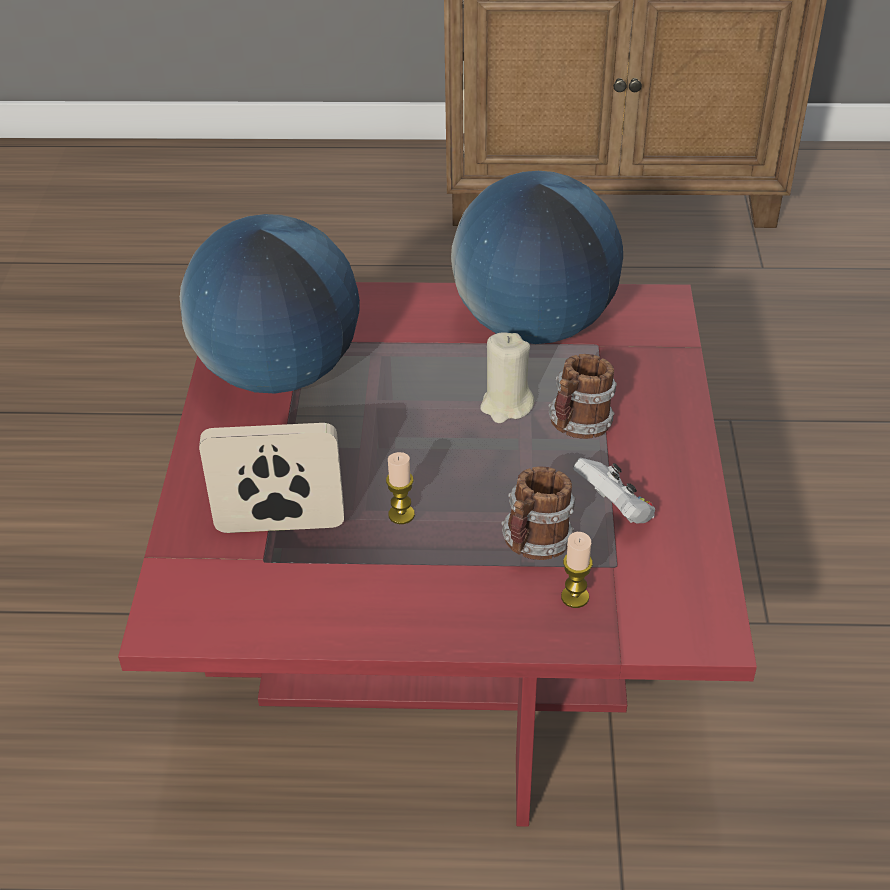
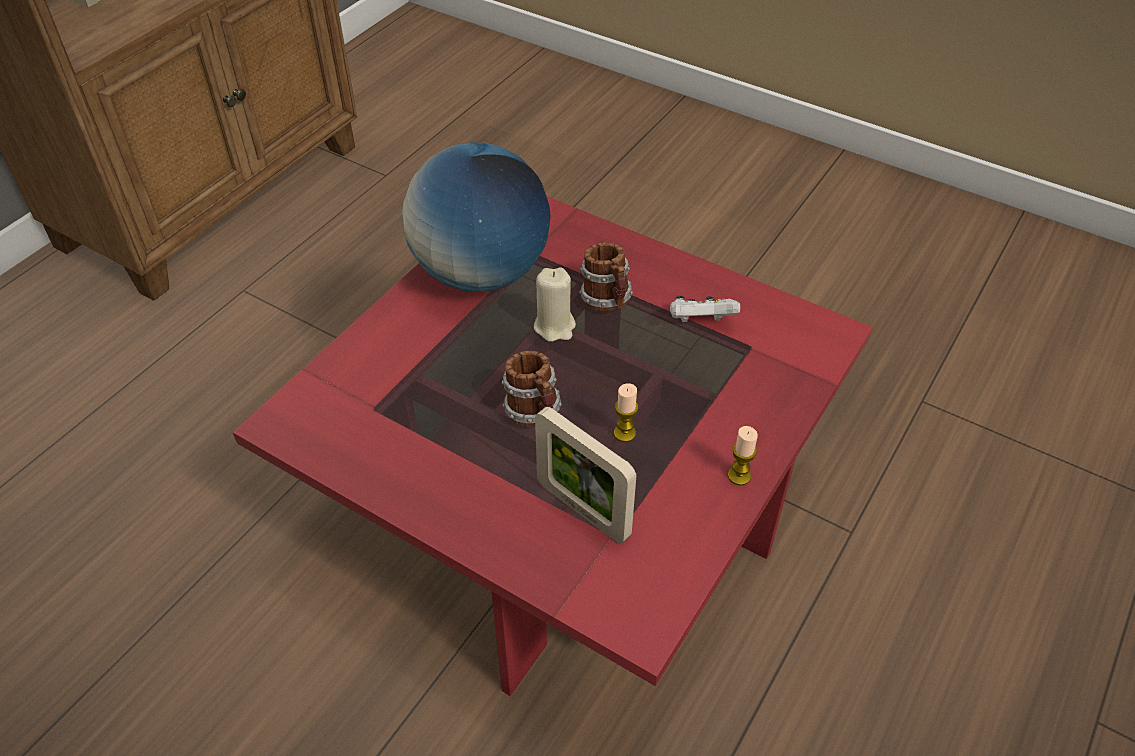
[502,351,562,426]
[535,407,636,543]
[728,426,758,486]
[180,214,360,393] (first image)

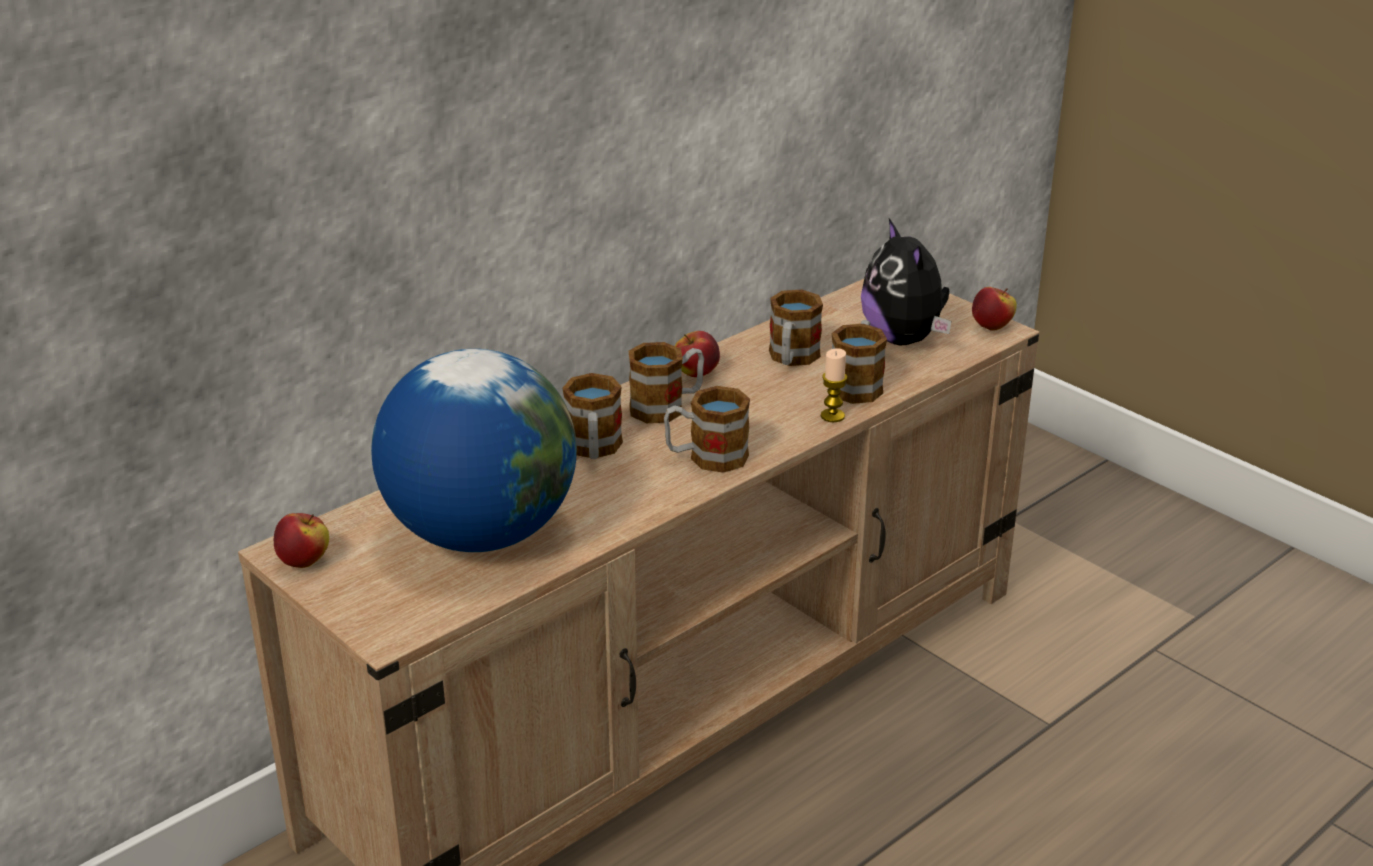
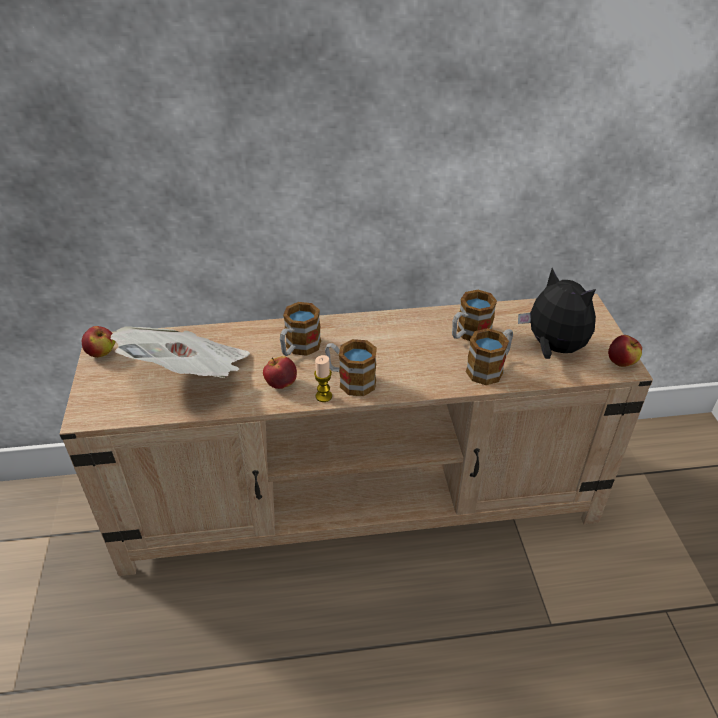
[110,327,250,378]
[263,356,297,389]
[314,355,332,402]
[518,268,596,359]
[629,342,704,423] (first image)

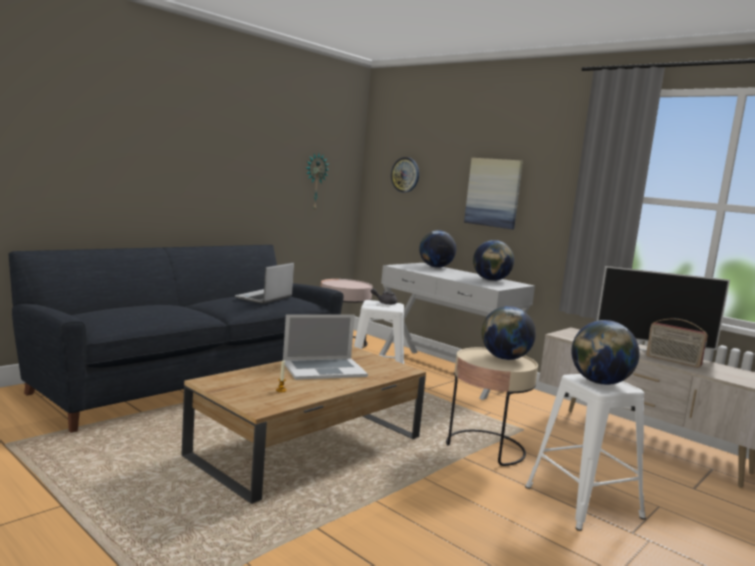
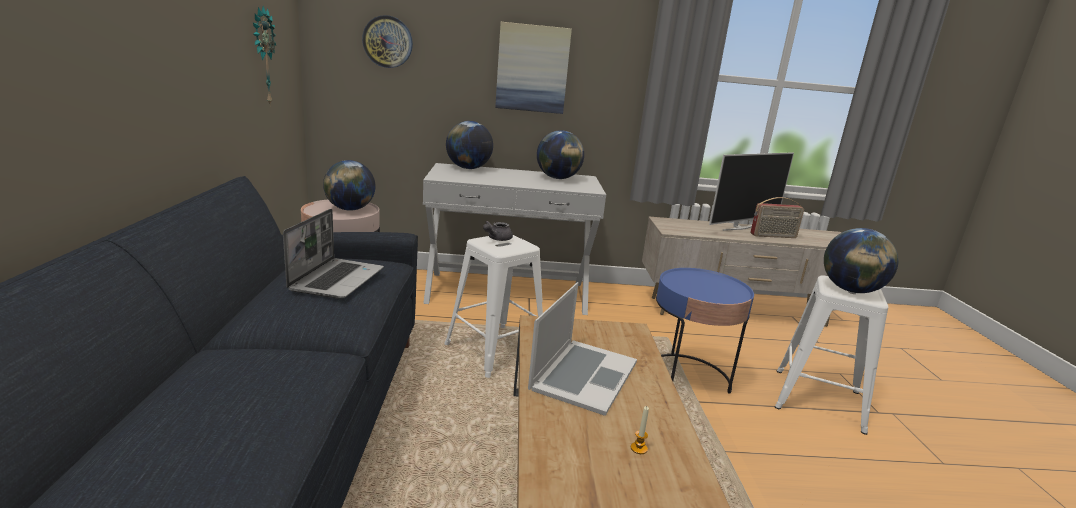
[283,209,384,299]
[323,160,376,211]
[656,268,754,394]

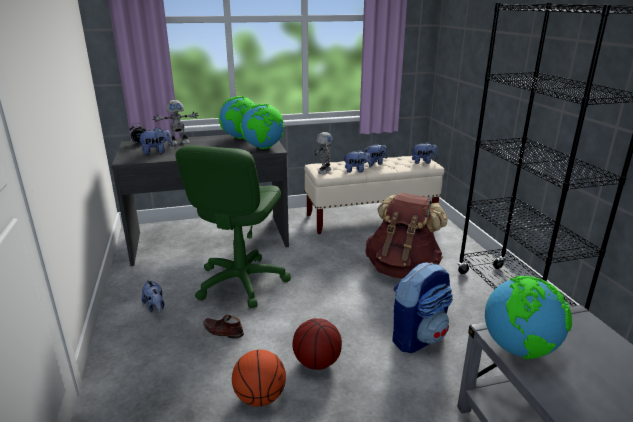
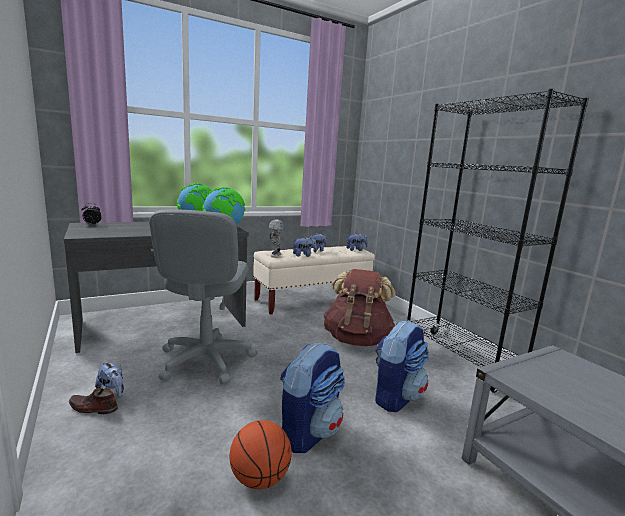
[69,388,118,414]
[149,209,257,384]
[280,342,345,453]
[137,127,173,155] (first image)
[153,100,199,145] (first image)
[485,276,572,359] (first image)

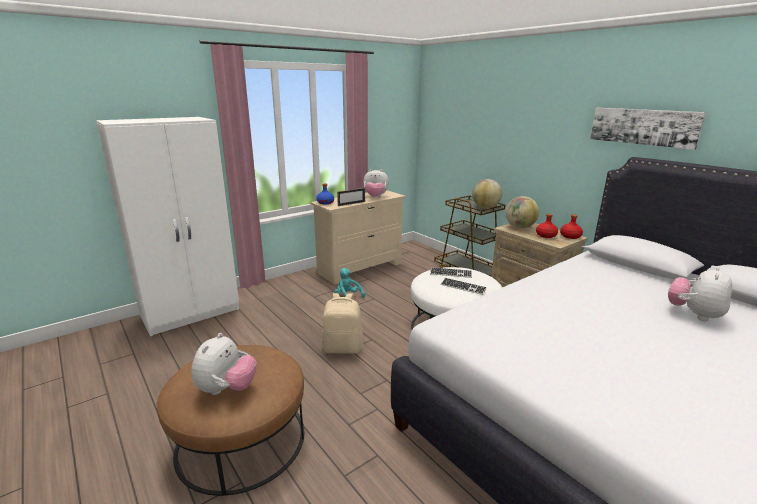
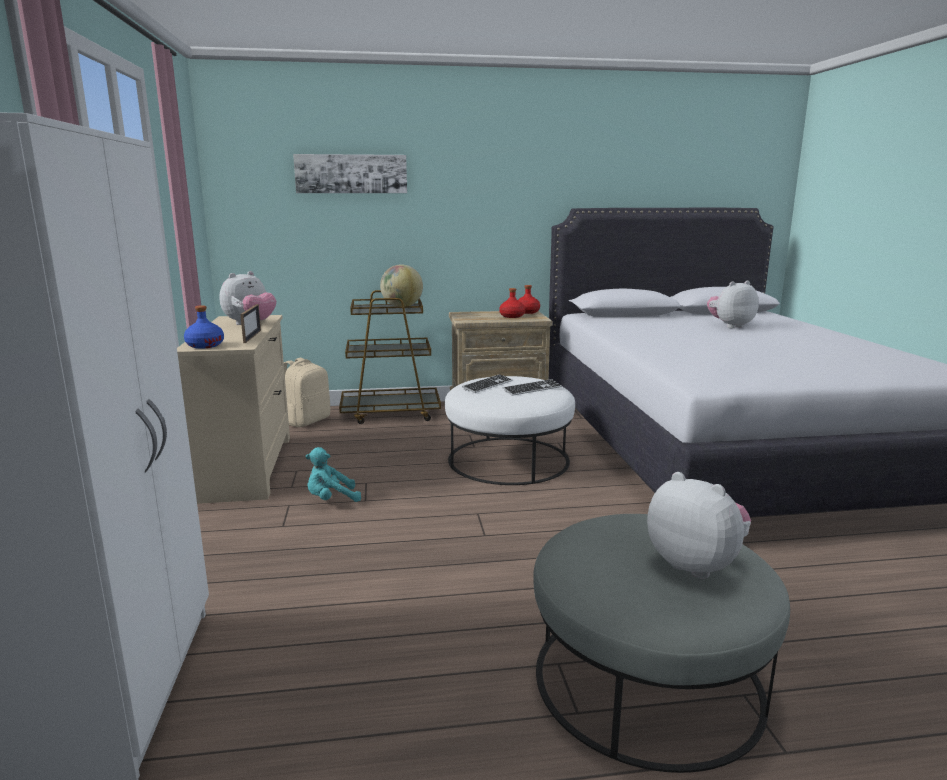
[284,358,330,427]
[293,154,407,193]
[533,514,790,773]
[707,281,759,328]
[505,196,539,228] (first image)

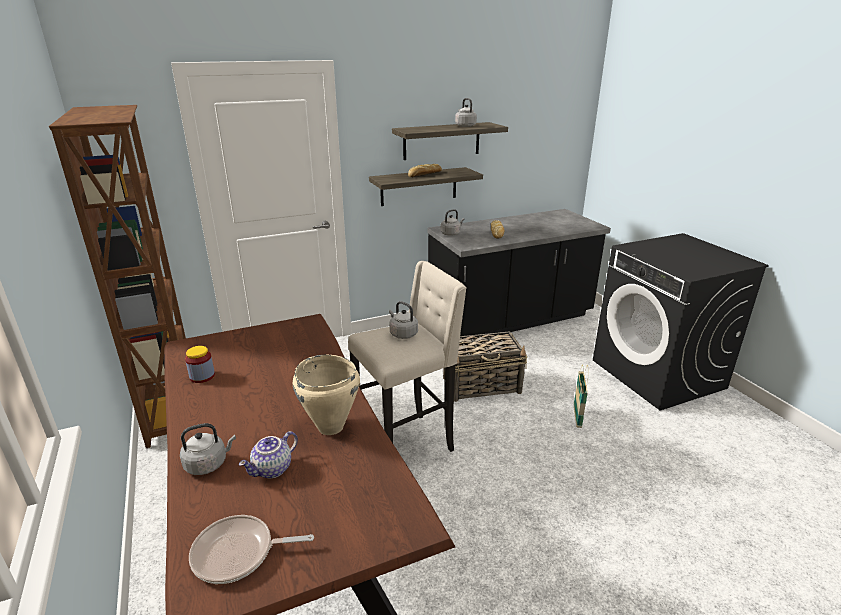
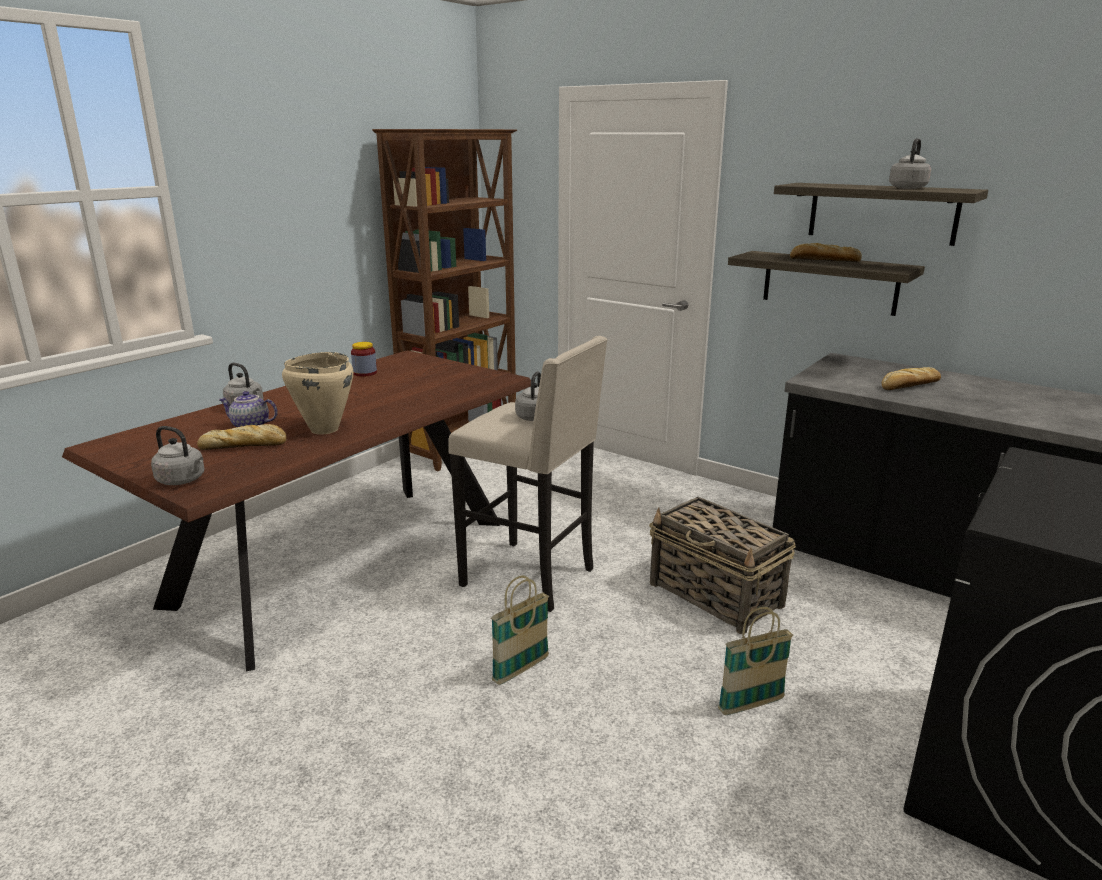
[151,426,204,485]
[197,424,287,450]
[491,575,549,685]
[189,515,314,584] (first image)

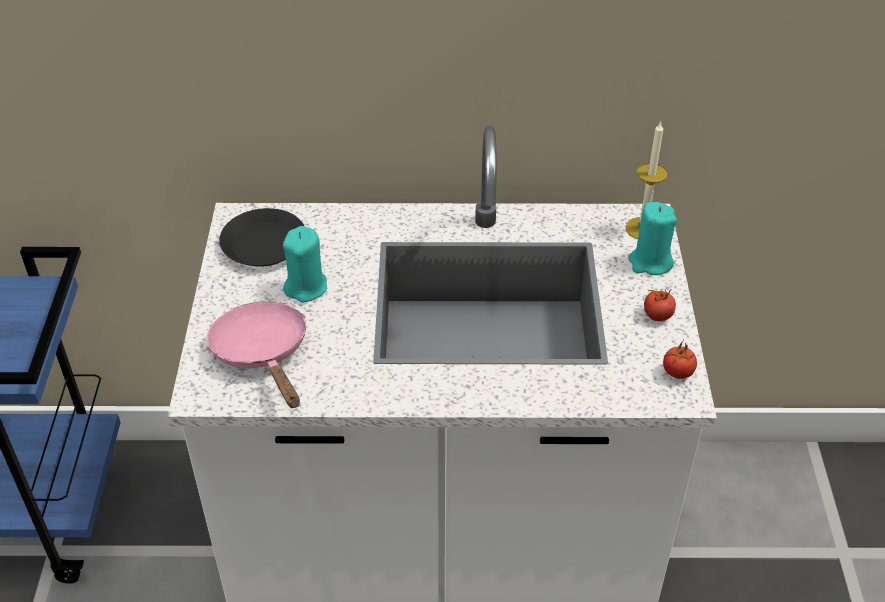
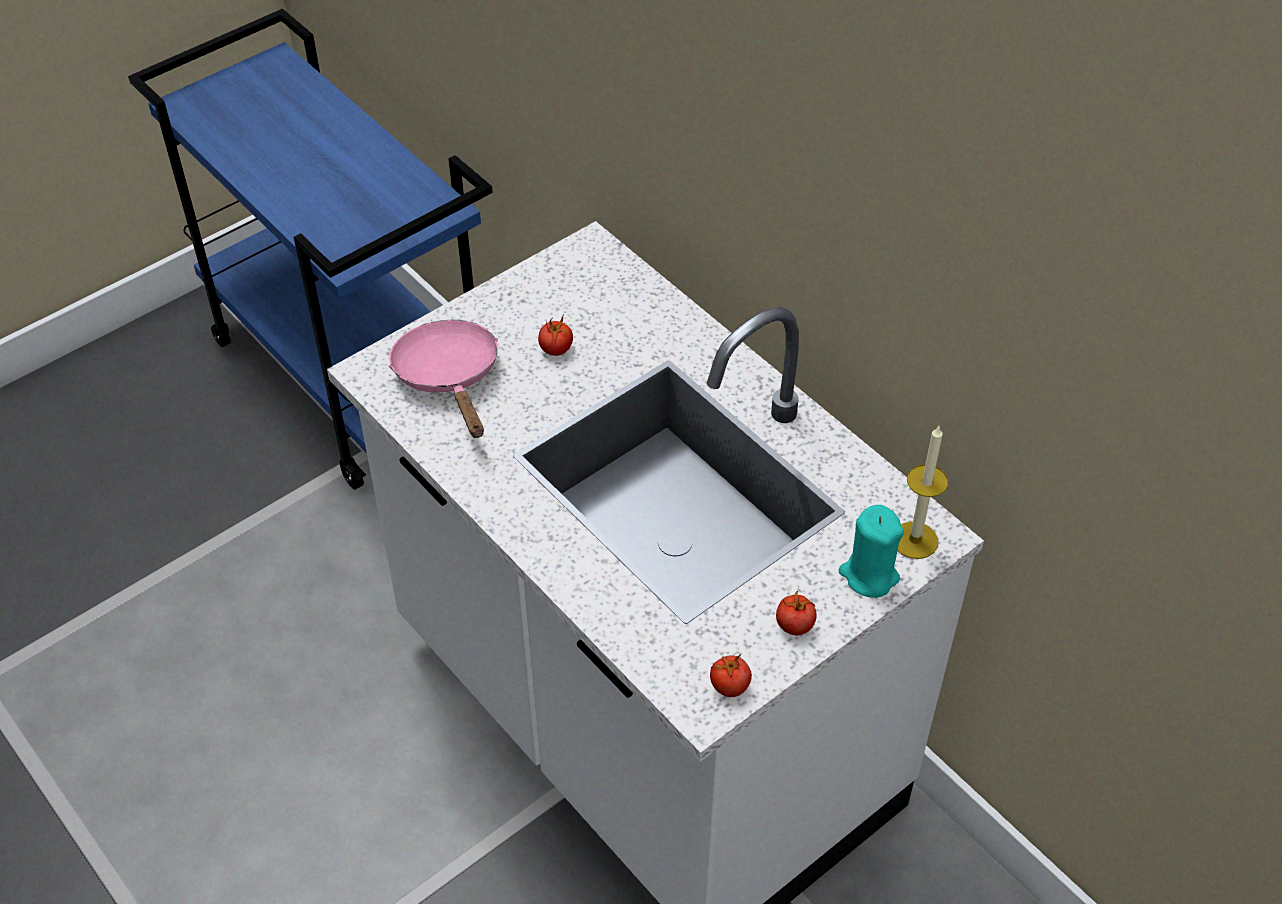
[389,320,498,438]
[538,313,573,356]
[219,208,304,267] (first image)

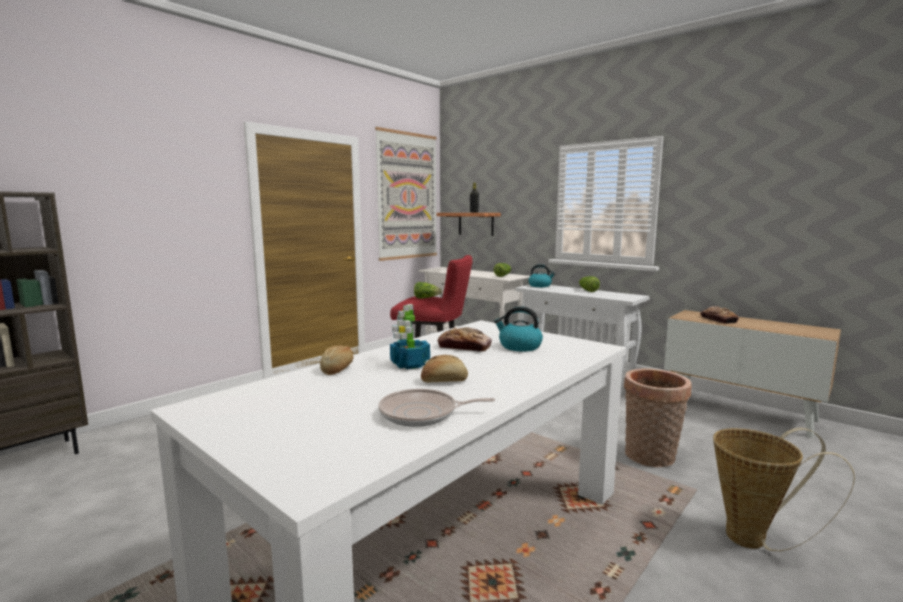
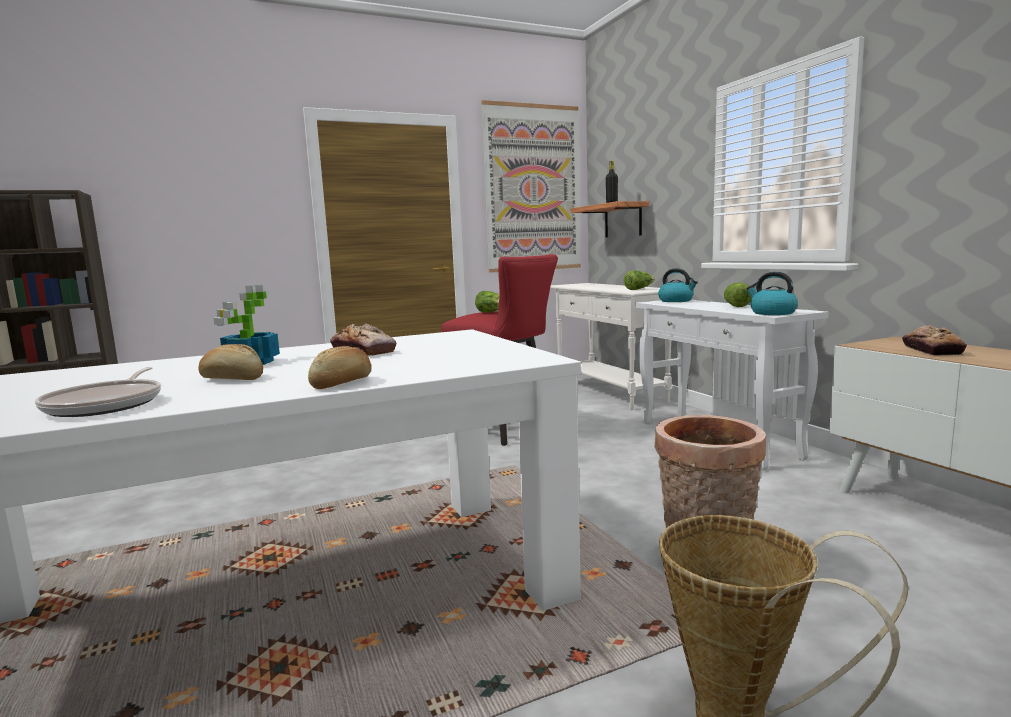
[35,367,161,417]
[308,346,371,389]
[746,272,798,315]

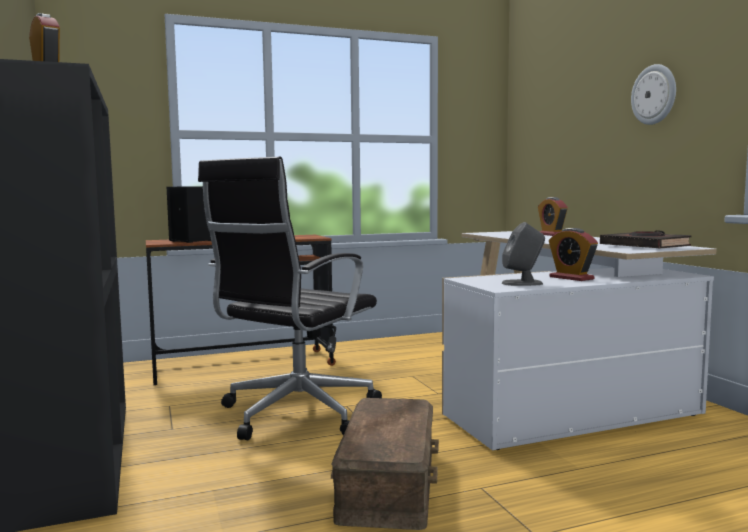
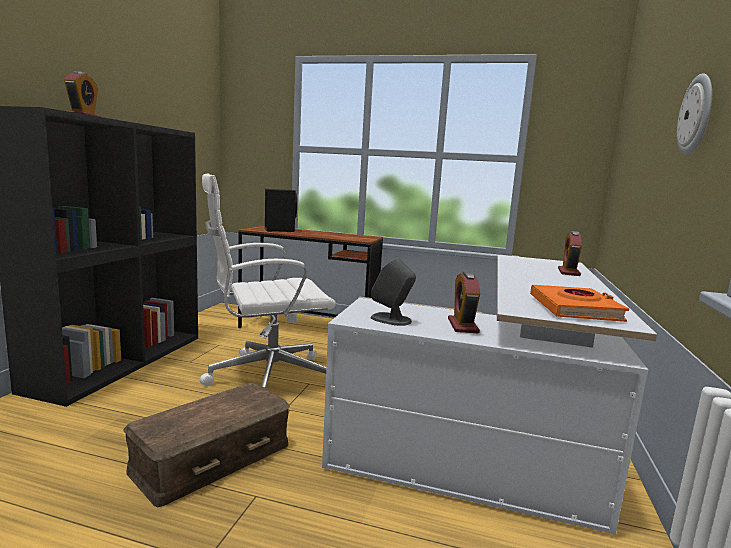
[200,173,336,389]
[530,285,629,322]

